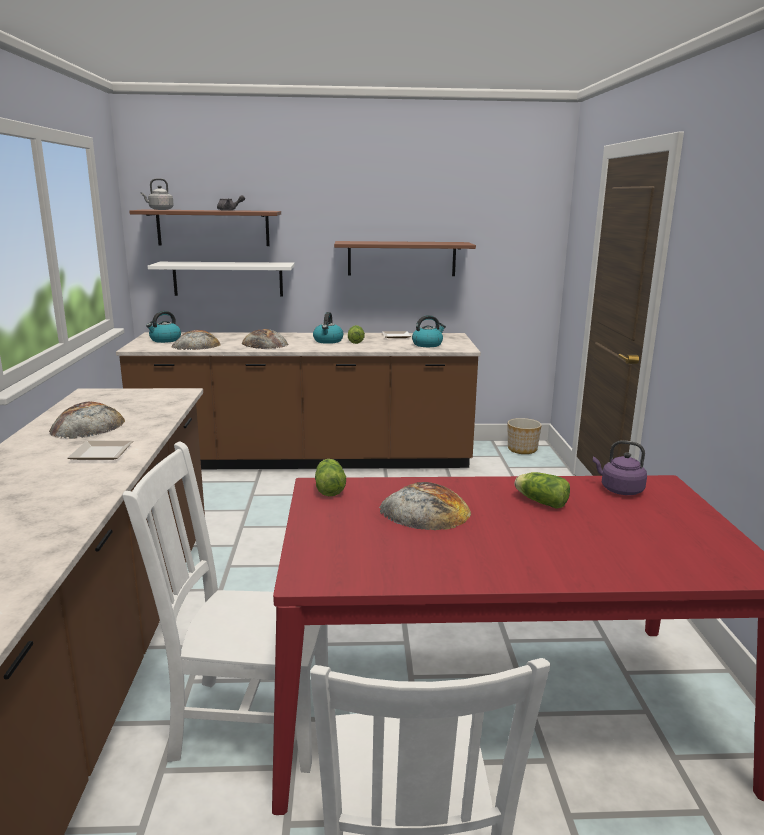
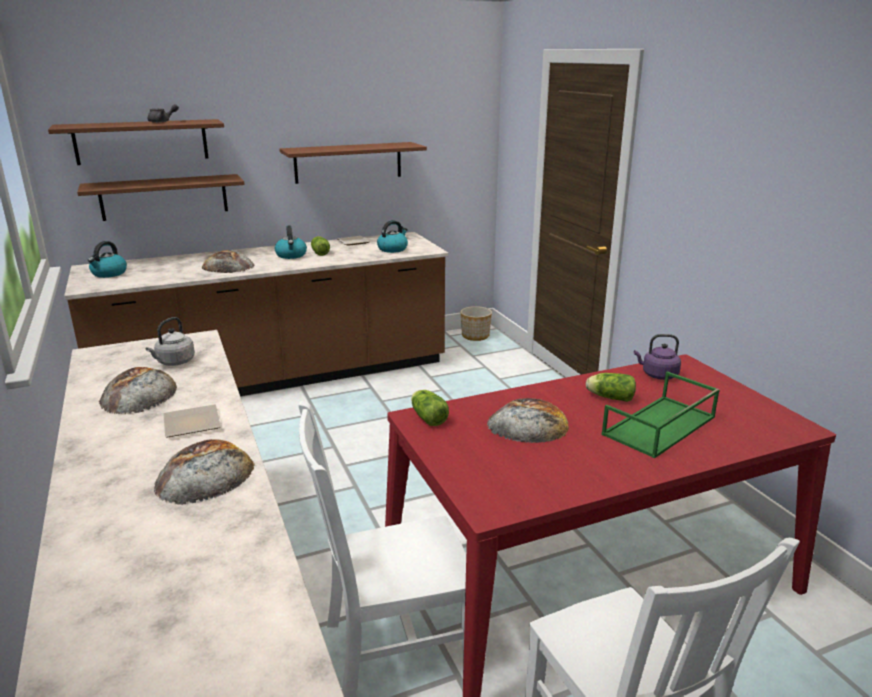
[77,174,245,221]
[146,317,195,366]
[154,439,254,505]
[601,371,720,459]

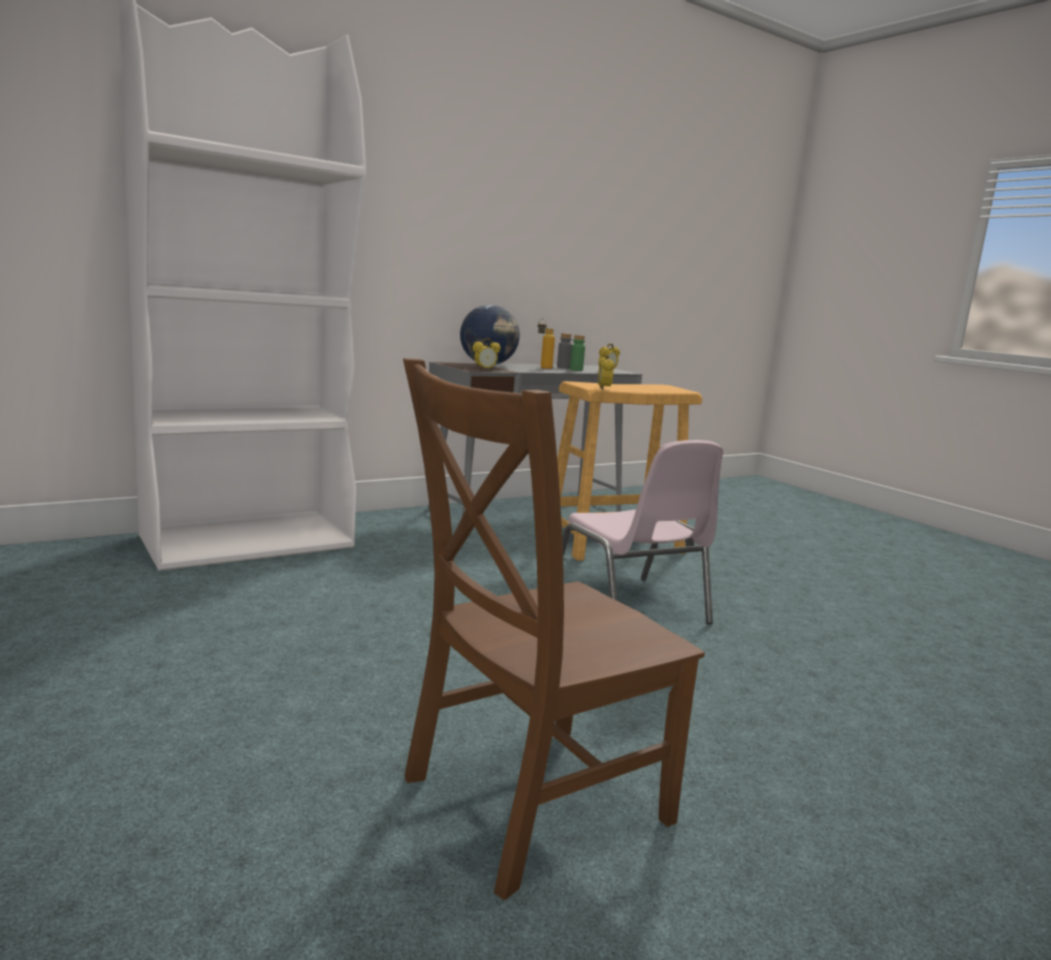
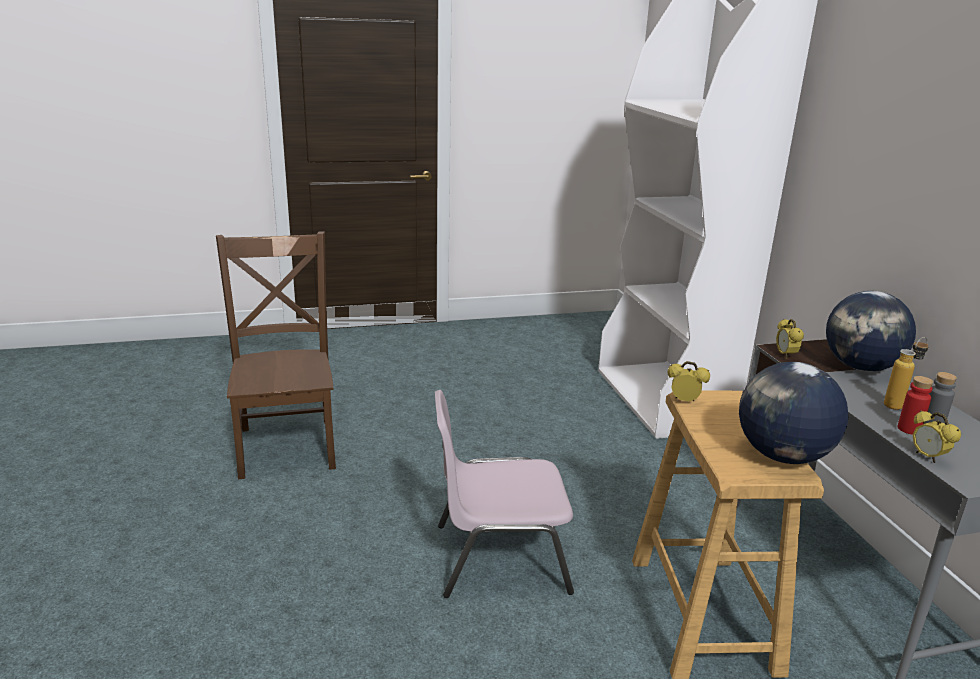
[739,362,849,464]
[898,376,934,435]

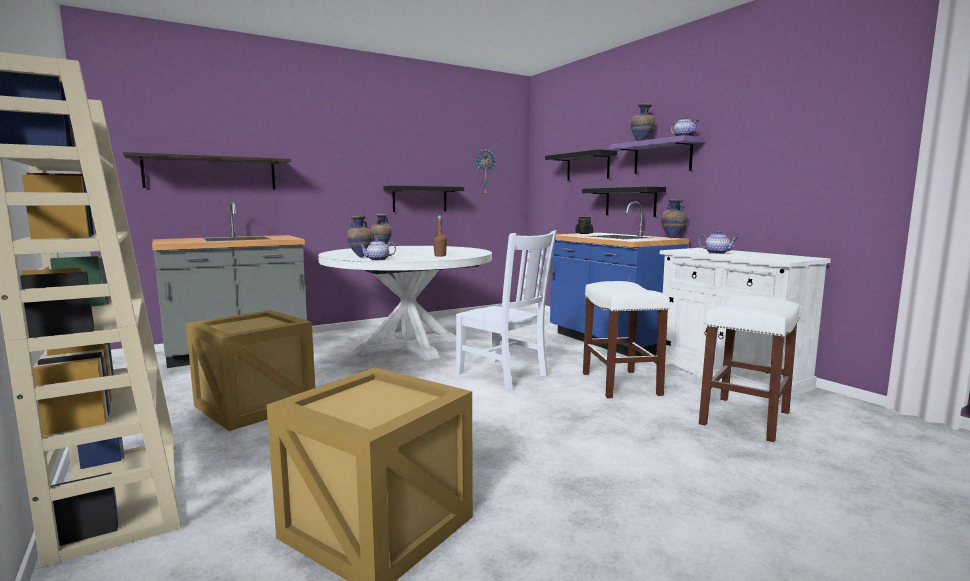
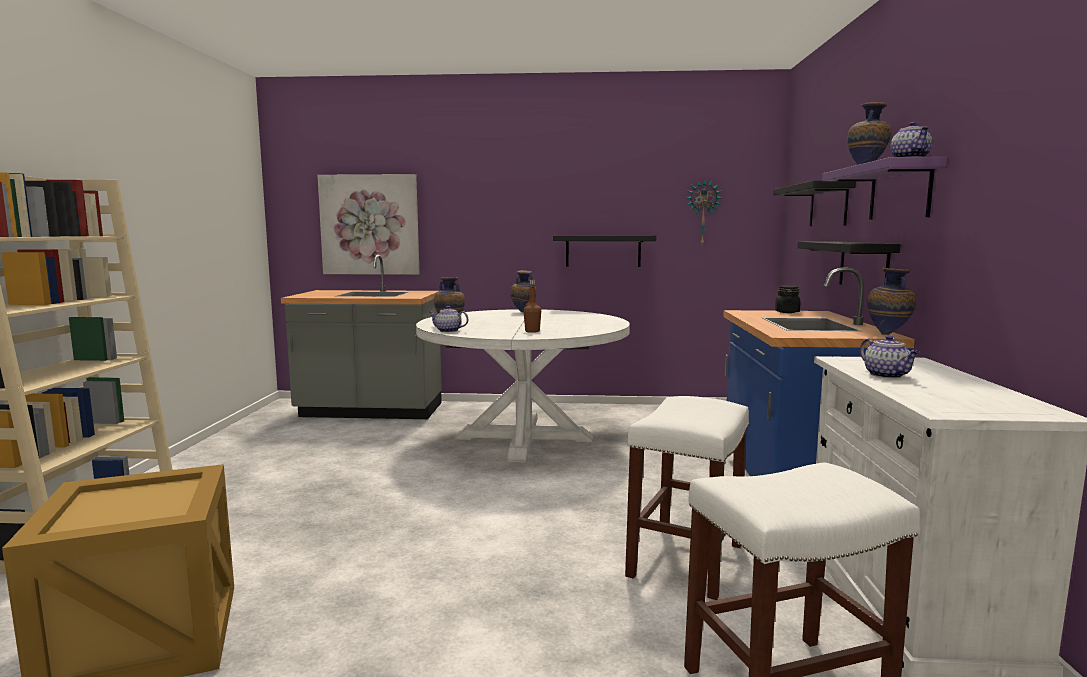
[317,174,420,275]
[186,310,315,431] (first image)
[455,230,557,390] (first image)

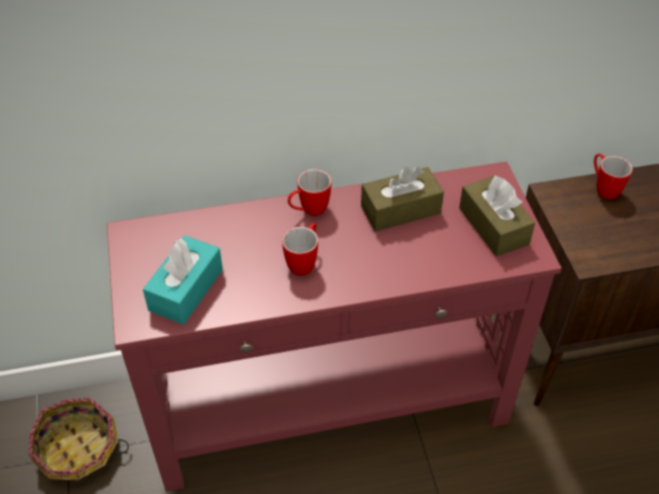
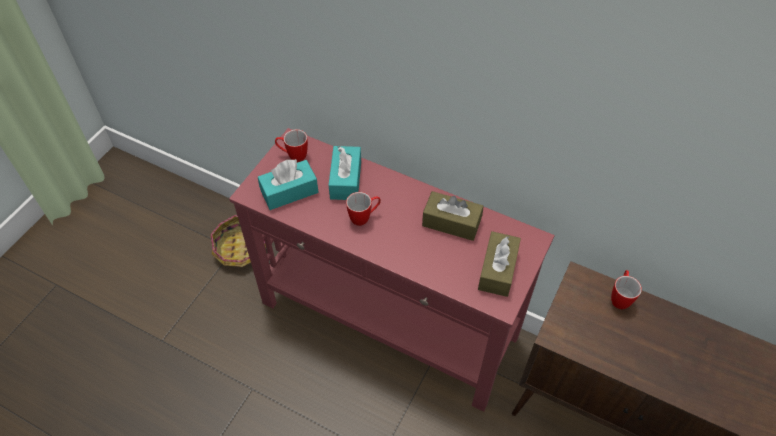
[275,129,308,162]
[329,146,361,200]

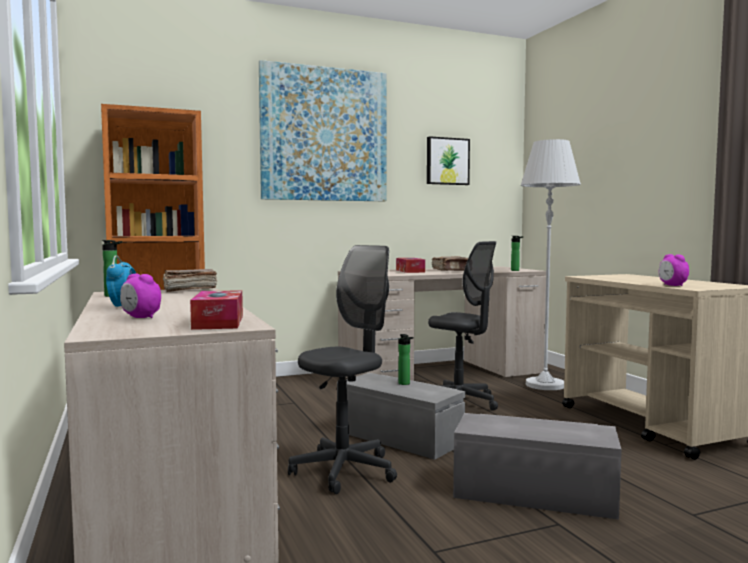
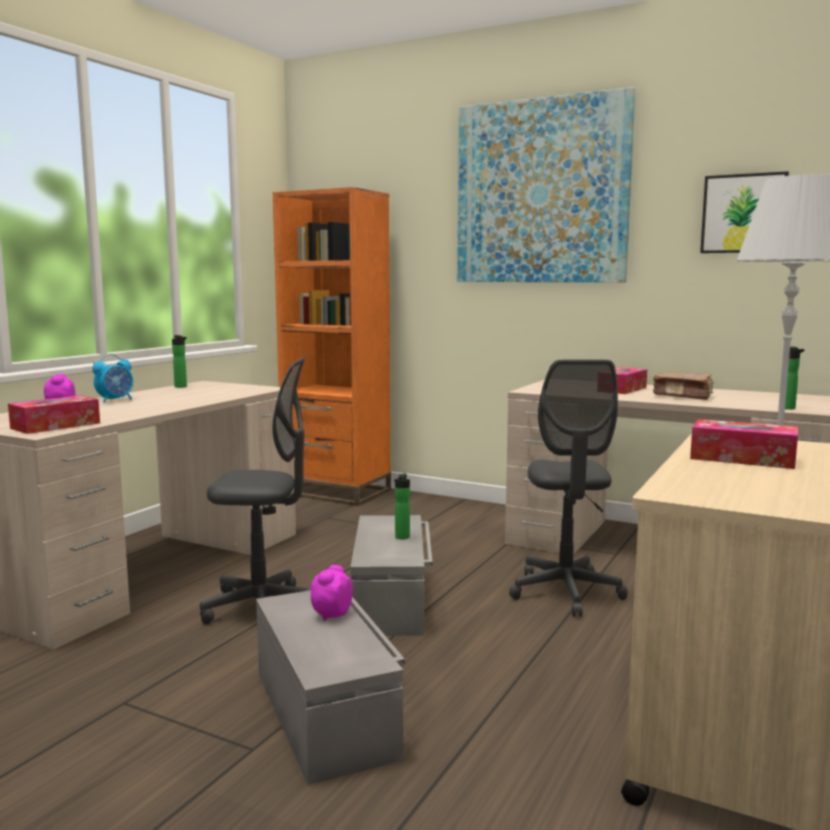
[311,565,353,621]
[690,419,798,469]
[163,269,217,292] (first image)

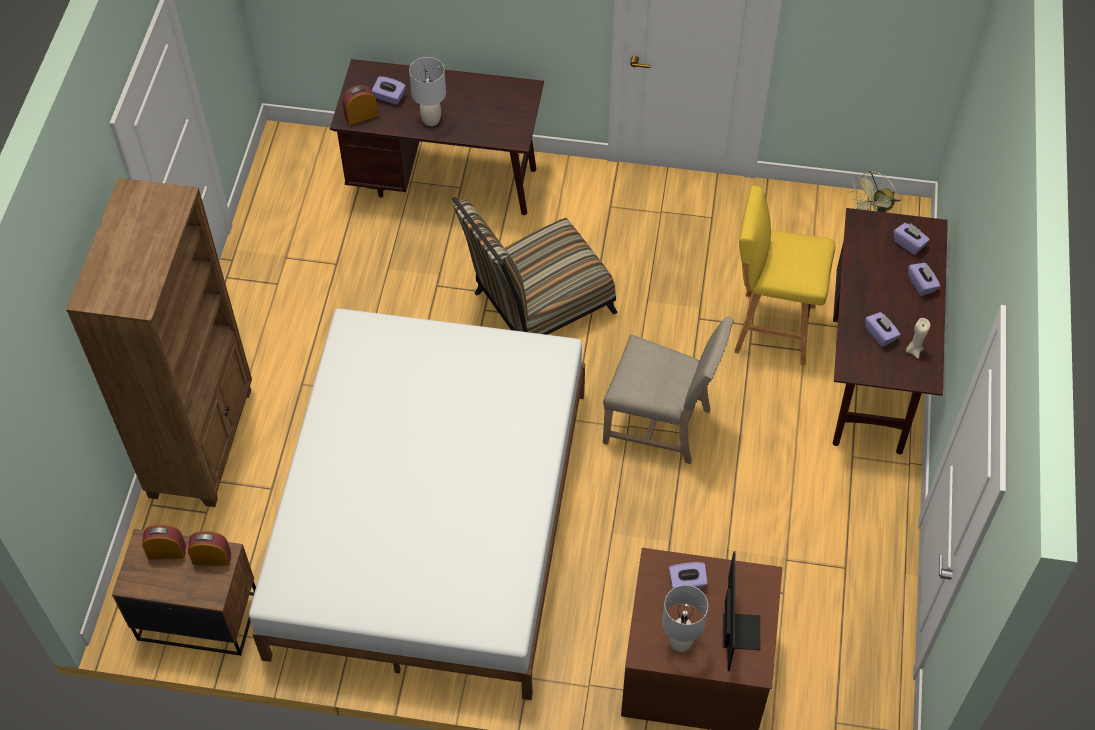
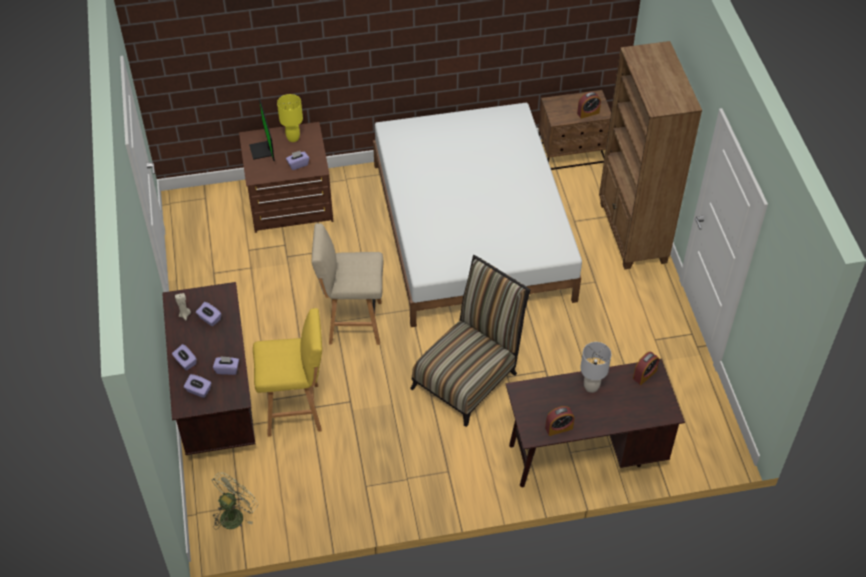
[213,356,239,375]
[277,94,303,142]
[311,223,383,345]
[545,406,574,436]

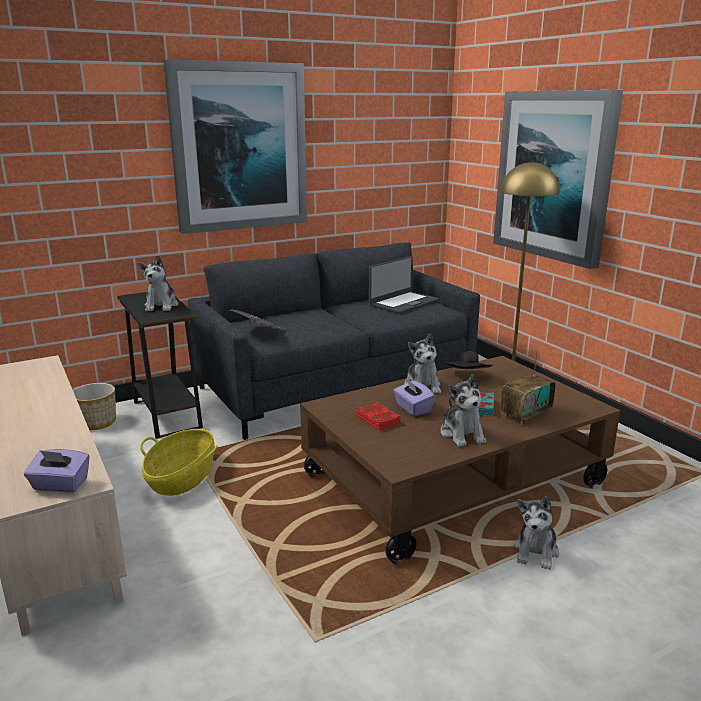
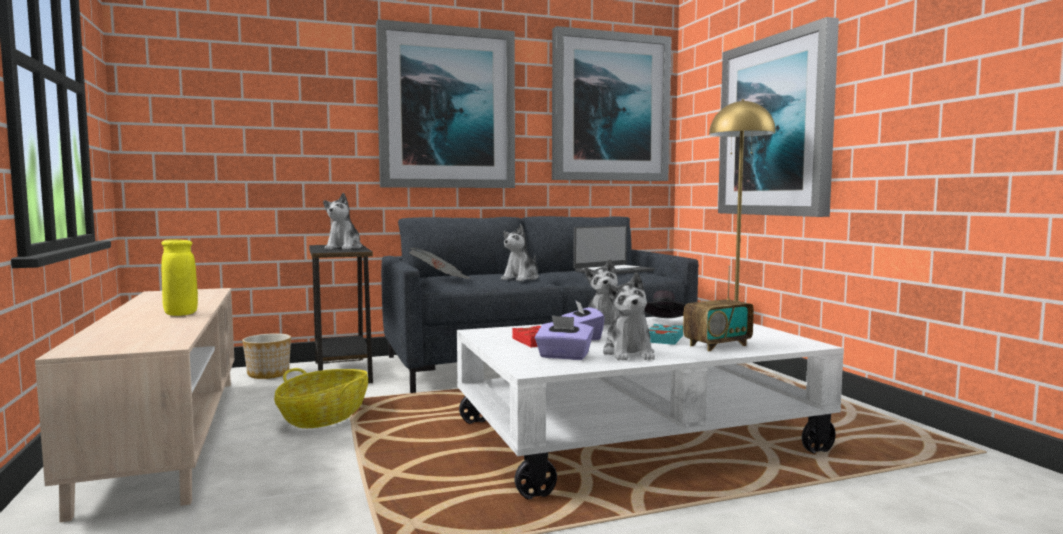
[161,239,198,316]
[457,316,844,499]
[501,224,539,281]
[535,315,594,360]
[552,26,671,181]

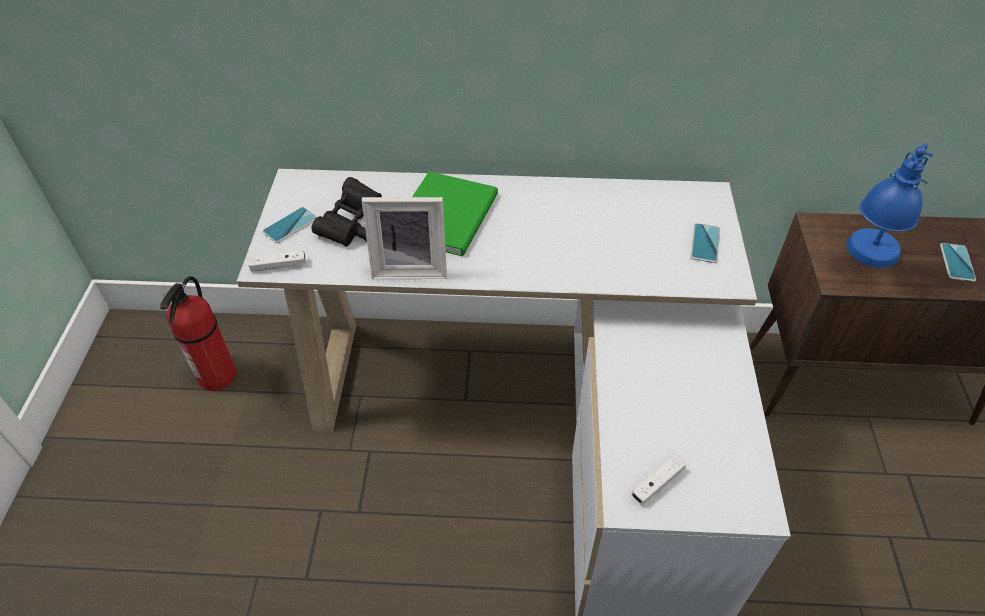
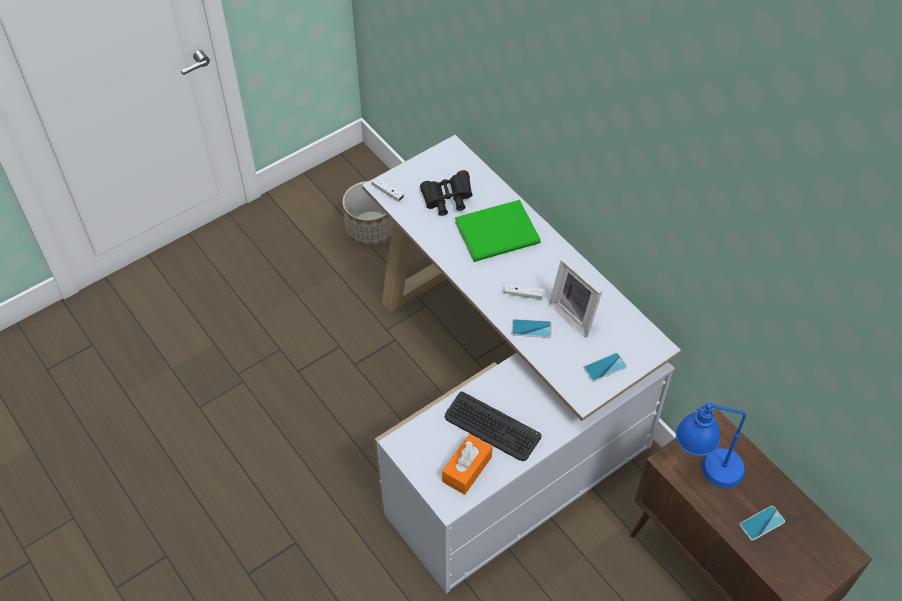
[342,181,393,246]
[442,434,492,495]
[445,391,541,461]
[504,284,543,299]
[512,319,552,338]
[549,258,602,337]

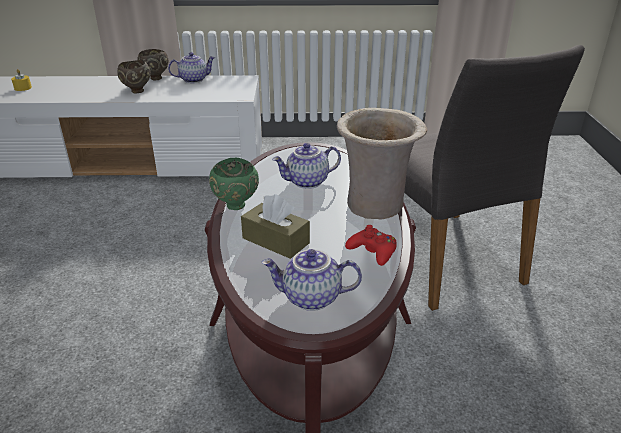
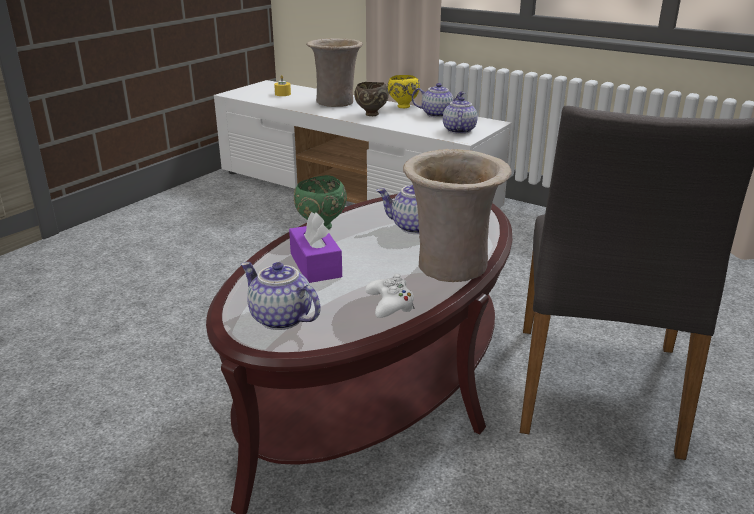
[289,212,342,283]
[306,38,363,107]
[365,274,415,318]
[387,75,420,108]
[443,97,478,134]

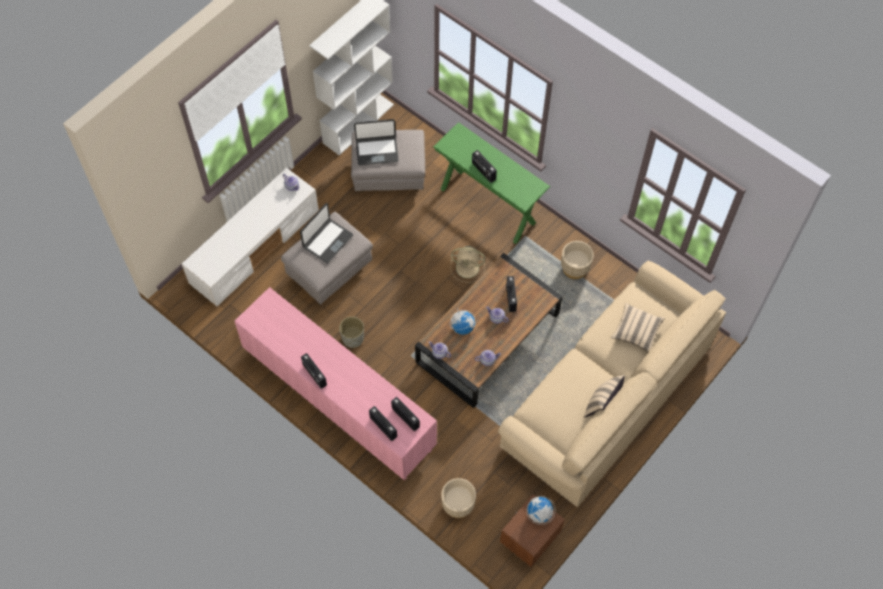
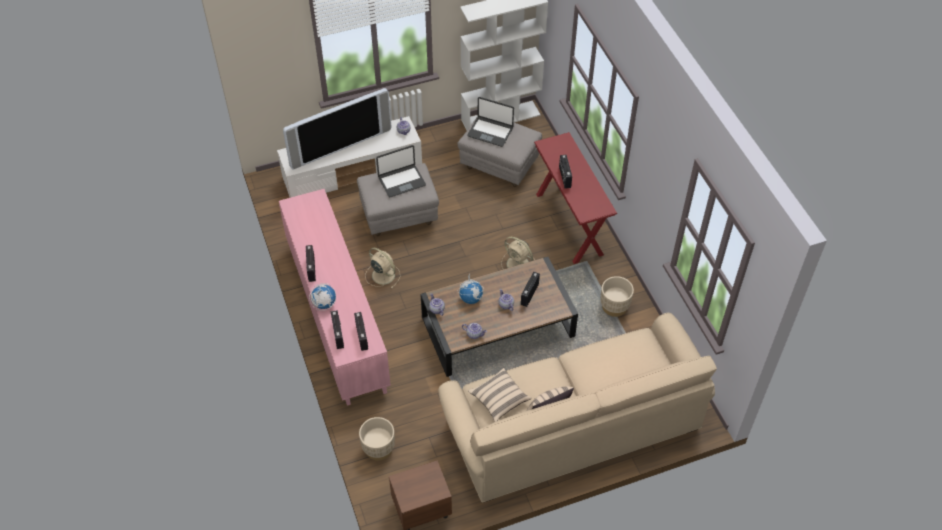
[283,88,392,169]
[309,283,336,311]
[365,248,400,289]
[468,368,532,422]
[534,132,617,264]

